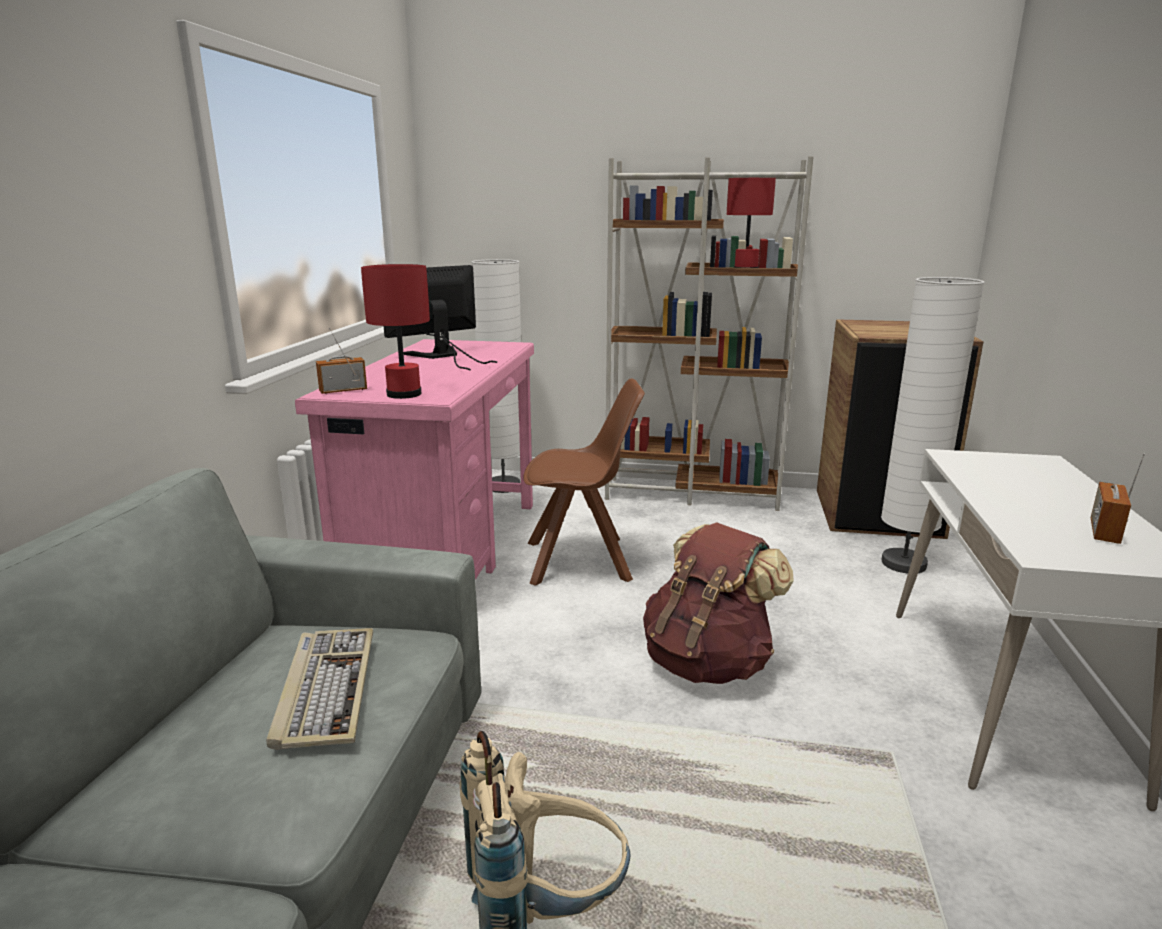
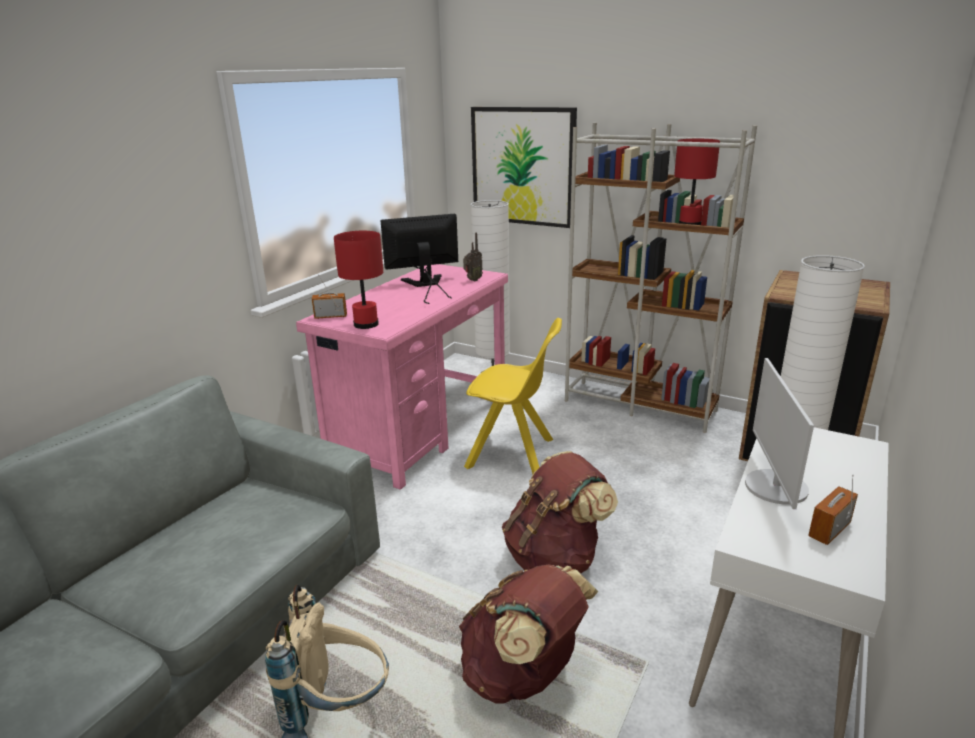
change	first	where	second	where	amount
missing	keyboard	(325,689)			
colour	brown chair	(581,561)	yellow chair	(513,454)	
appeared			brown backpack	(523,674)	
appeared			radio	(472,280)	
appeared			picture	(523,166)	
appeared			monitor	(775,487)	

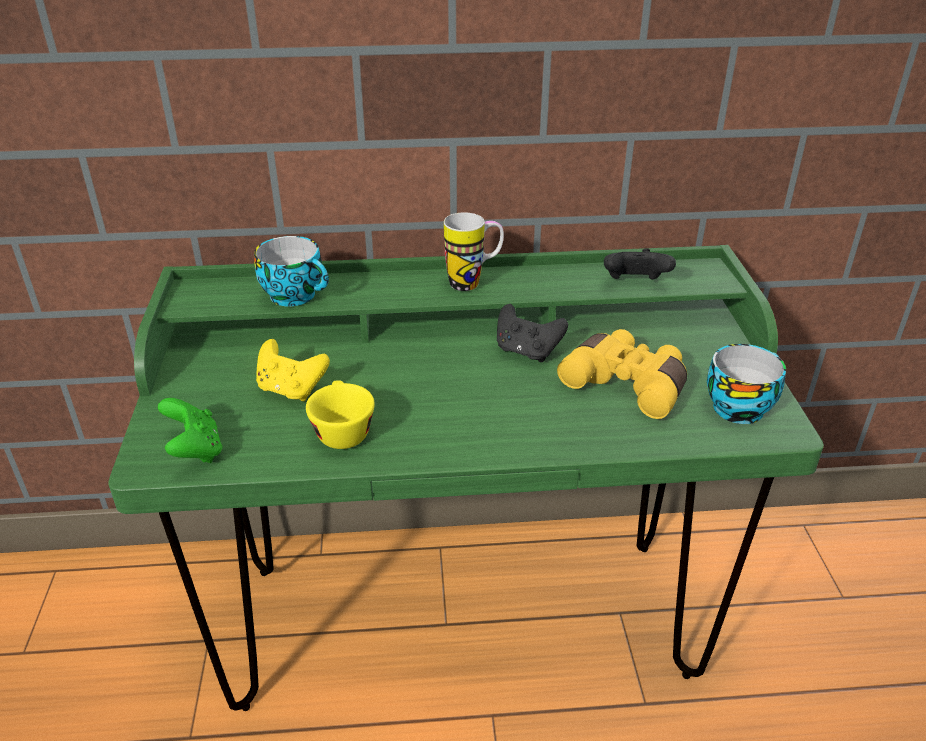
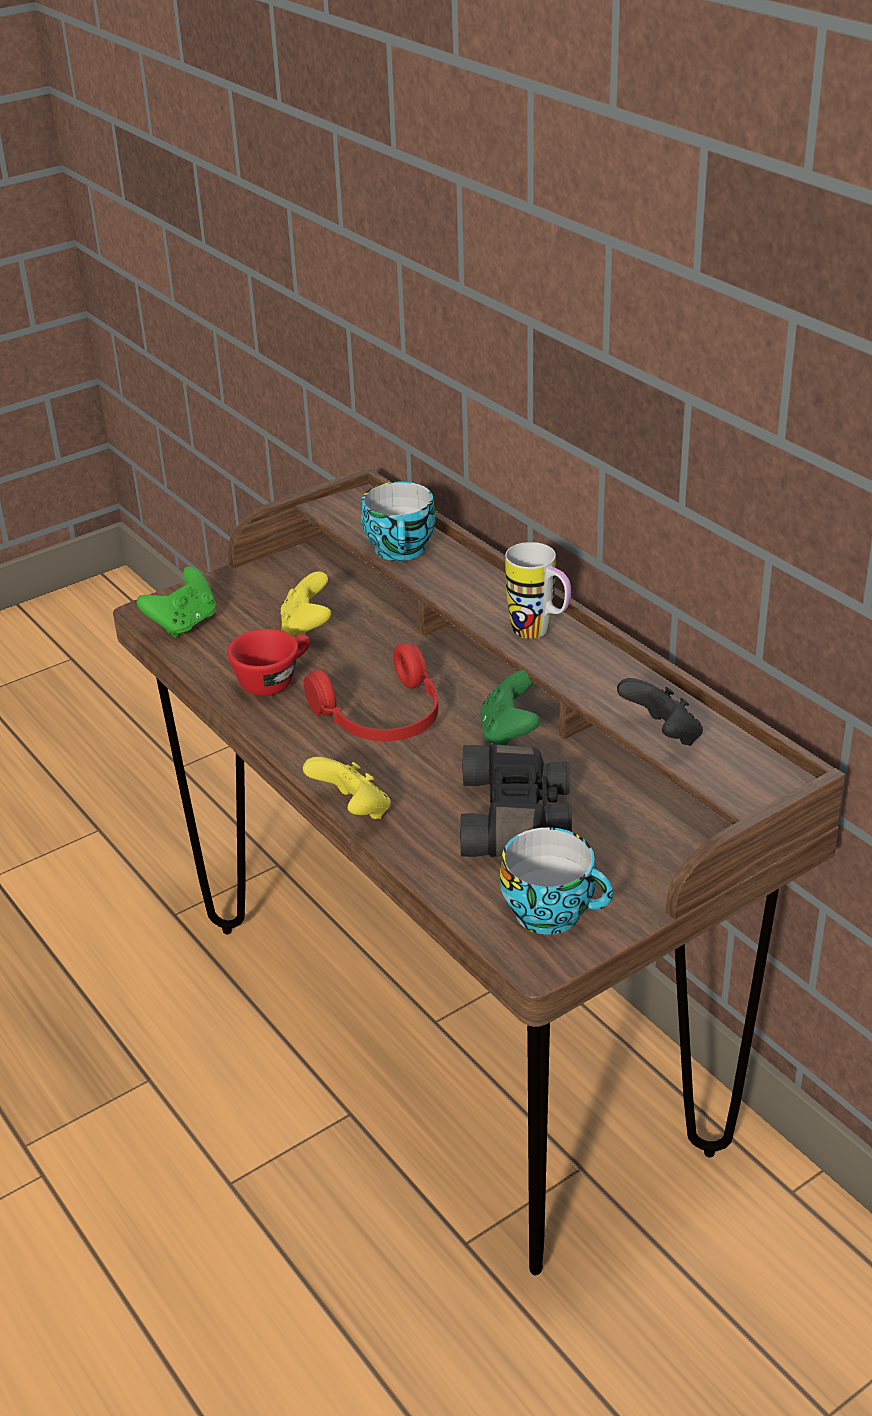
change	first	where	second	where	amount
colour	green desk	(462,619)	brown desk	(452,1031)	
colour	yellow cup	(341,430)	red cup	(274,680)	
colour	black game controller	(527,351)	green game controller	(509,733)	
colour	yellow binoculars	(628,384)	black binoculars	(517,819)	
appeared			yellow game controller	(353,811)	
appeared			red headphones	(383,718)	

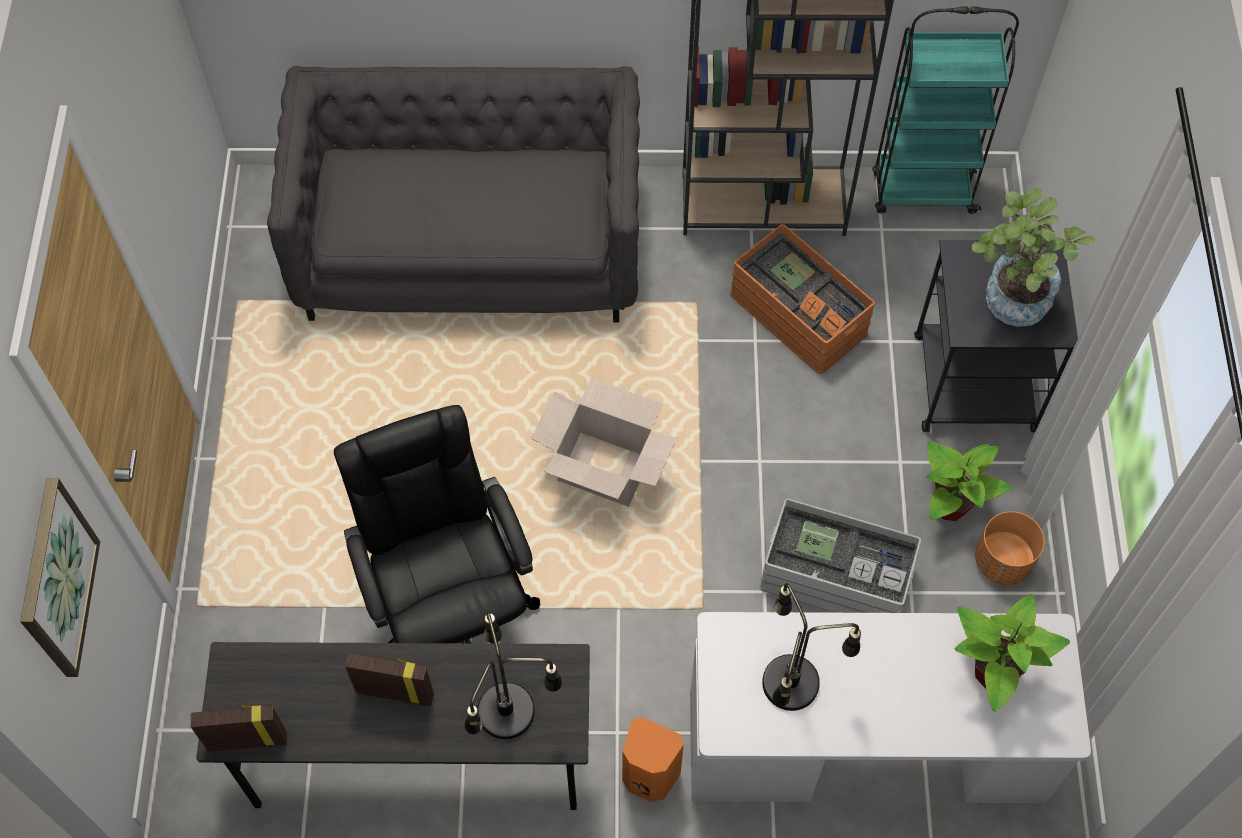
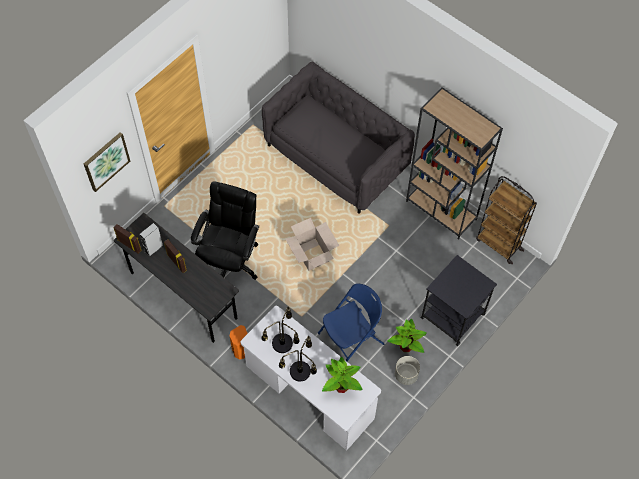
change	first	where	second	where	amount
relocated	table lamp	(507,712)		(300,372)	
missing	orange storage box	(799,313)			
exchanged	grey storage box	(837,575)	blue chair	(351,338)	
colour	turquoise cart	(922,193)	brown cart	(498,244)	
missing	potted plant	(1008,304)			
colour	orange planter	(1003,562)	grey planter	(406,375)	
appeared			grey speaker	(154,249)	

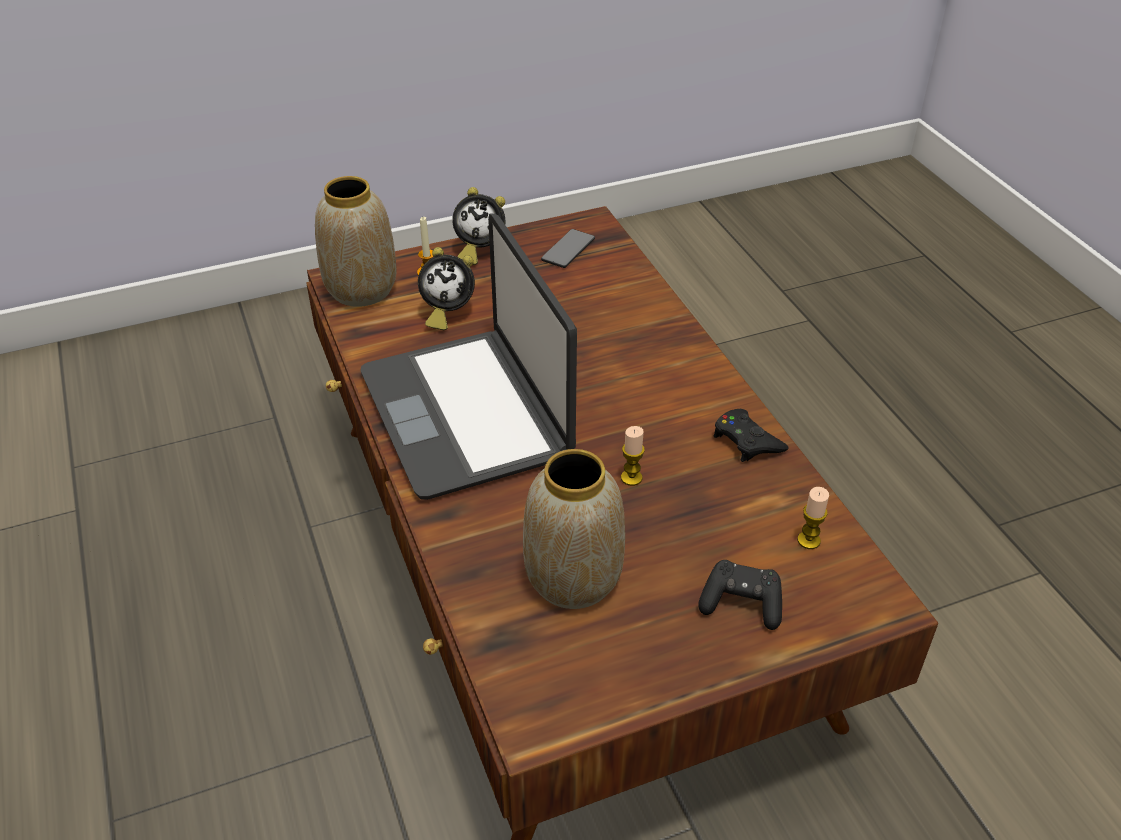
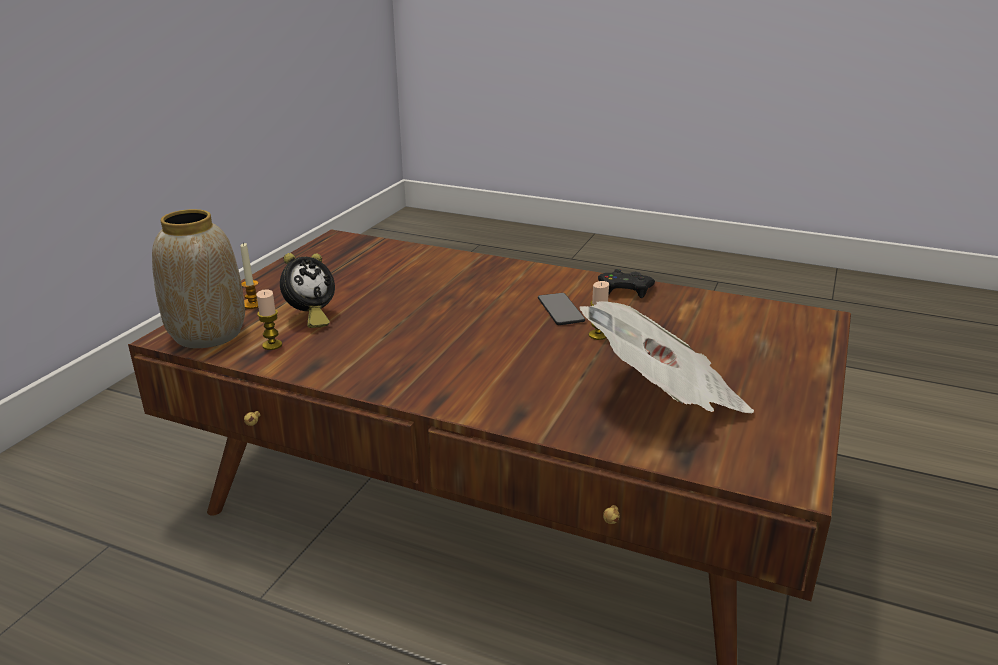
change	first	where	second	where	amount
missing	laptop	(467,413)			
missing	alarm clock	(478,250)			
exchanged	vase	(574,579)	newspaper	(663,397)	
relocated	phone	(568,249)		(560,310)	
missing	black game controller	(741,603)			
relocated	candle	(808,540)		(272,345)	

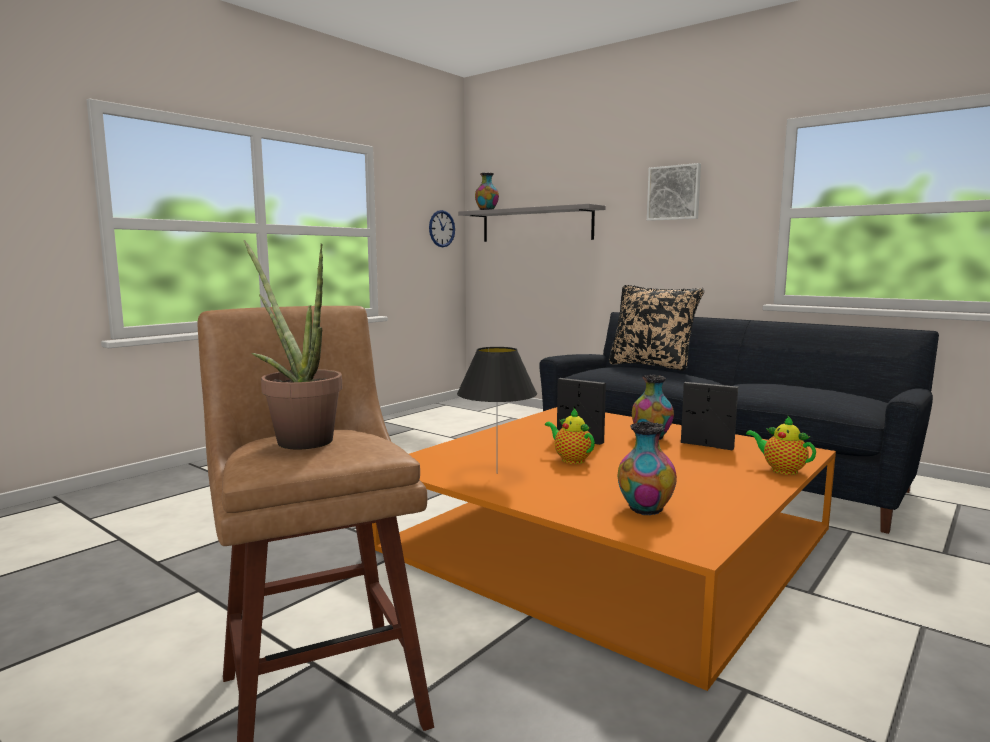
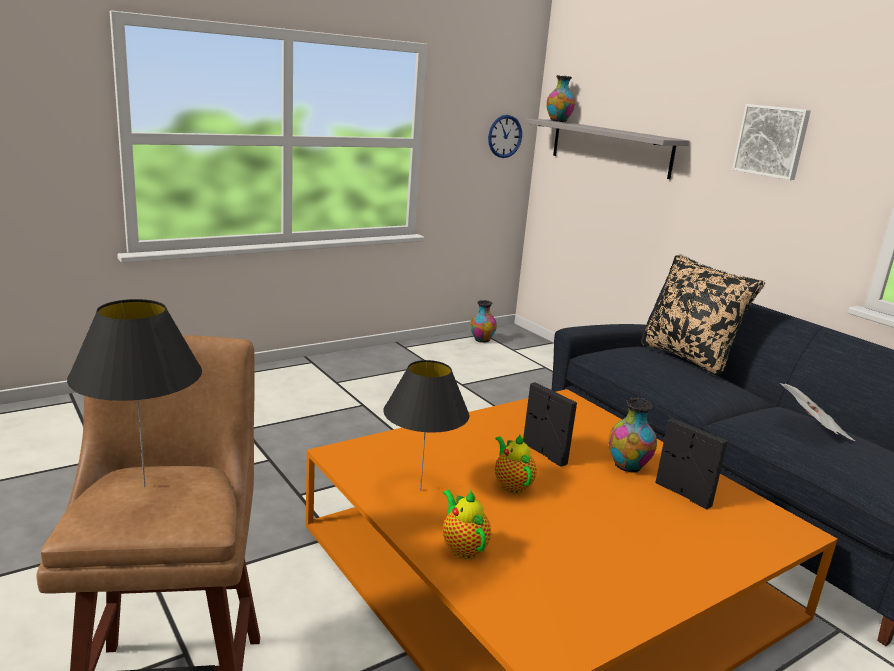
change	first	where	second	where	amount
exchanged	potted plant	(298,439)	black table lamp	(145,486)	
relocated	vase	(645,509)		(481,340)	
relocated	teapot	(781,470)		(463,547)	
appeared			newspaper	(812,429)	

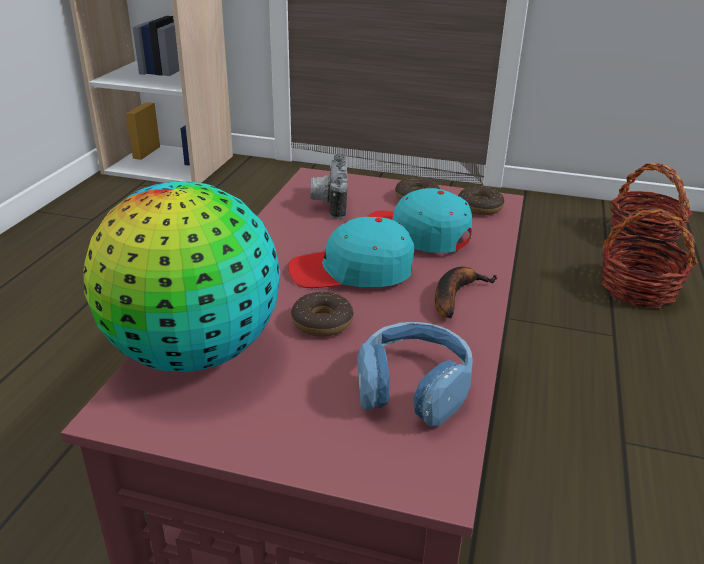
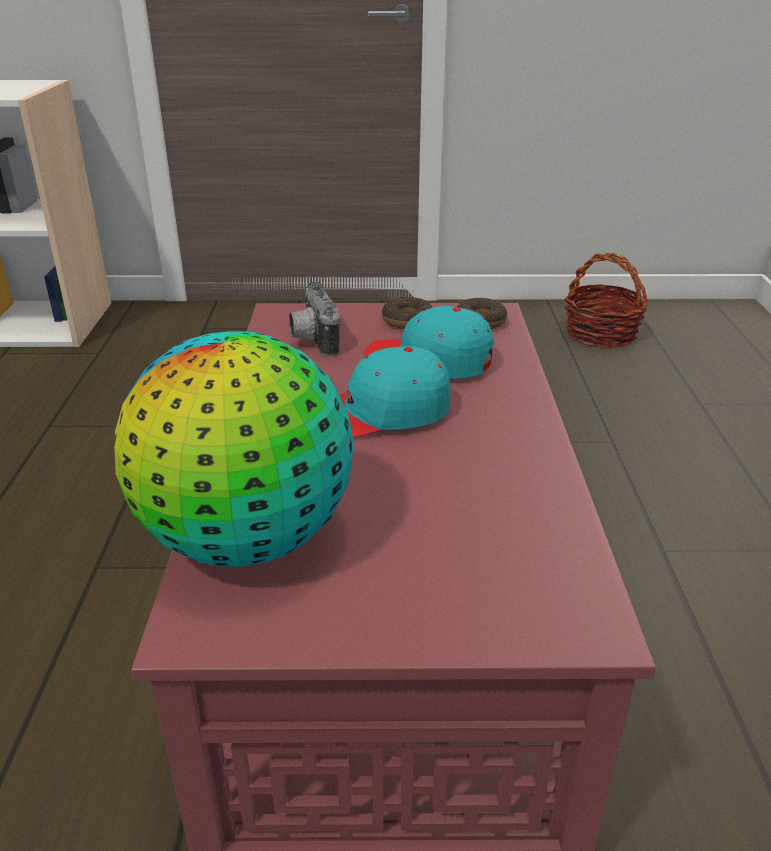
change	first	where	second	where	amount
missing	donut	(322,322)			
missing	blue headphones	(413,386)			
missing	banana	(455,295)			
missing	basket	(637,289)			

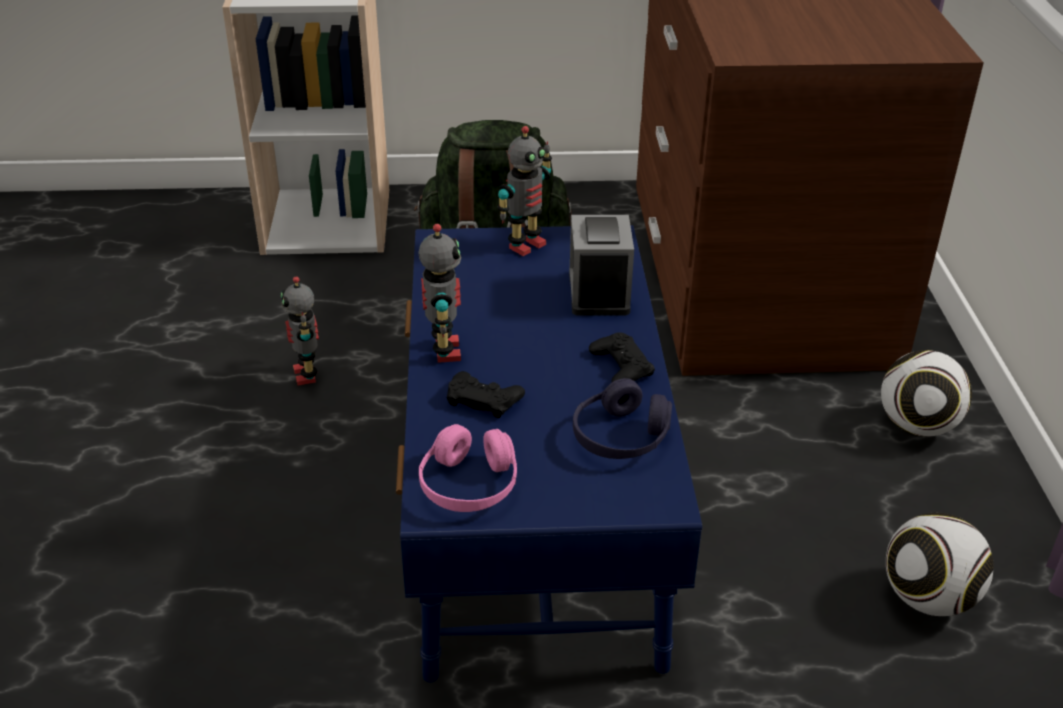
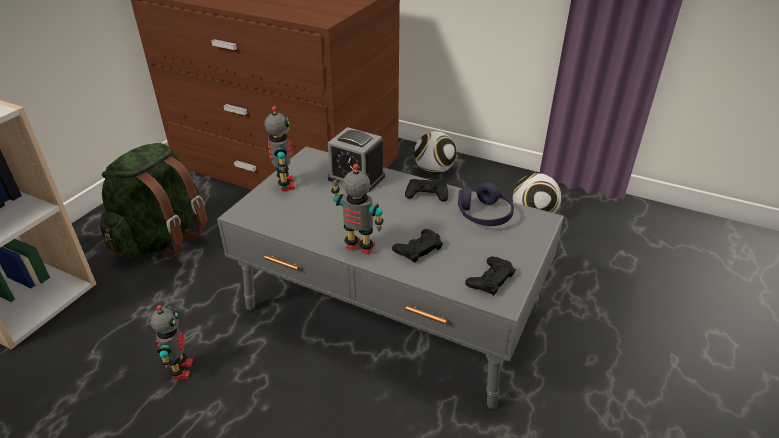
change	first	where	second	where	amount
spun	toy robot	(307,374)		(181,370)	105 degrees counterclockwise
colour	blue coffee table	(534,506)	grey coffee table	(392,310)	
exchanged	pink headphones	(469,485)	black game controller	(490,279)	

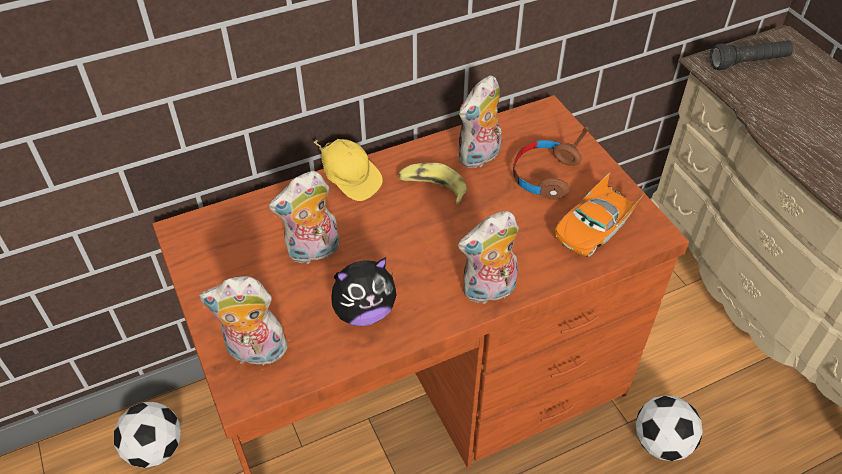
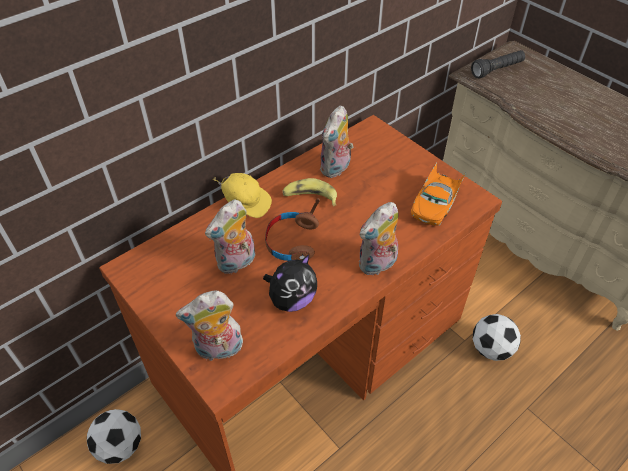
change	first	where	second	where	amount
relocated	brown headphones	(544,175)		(291,242)	

